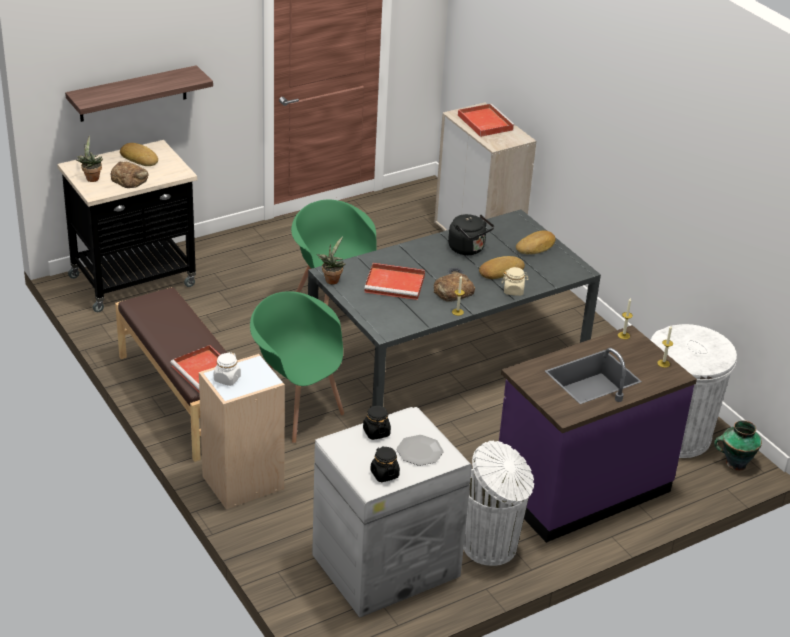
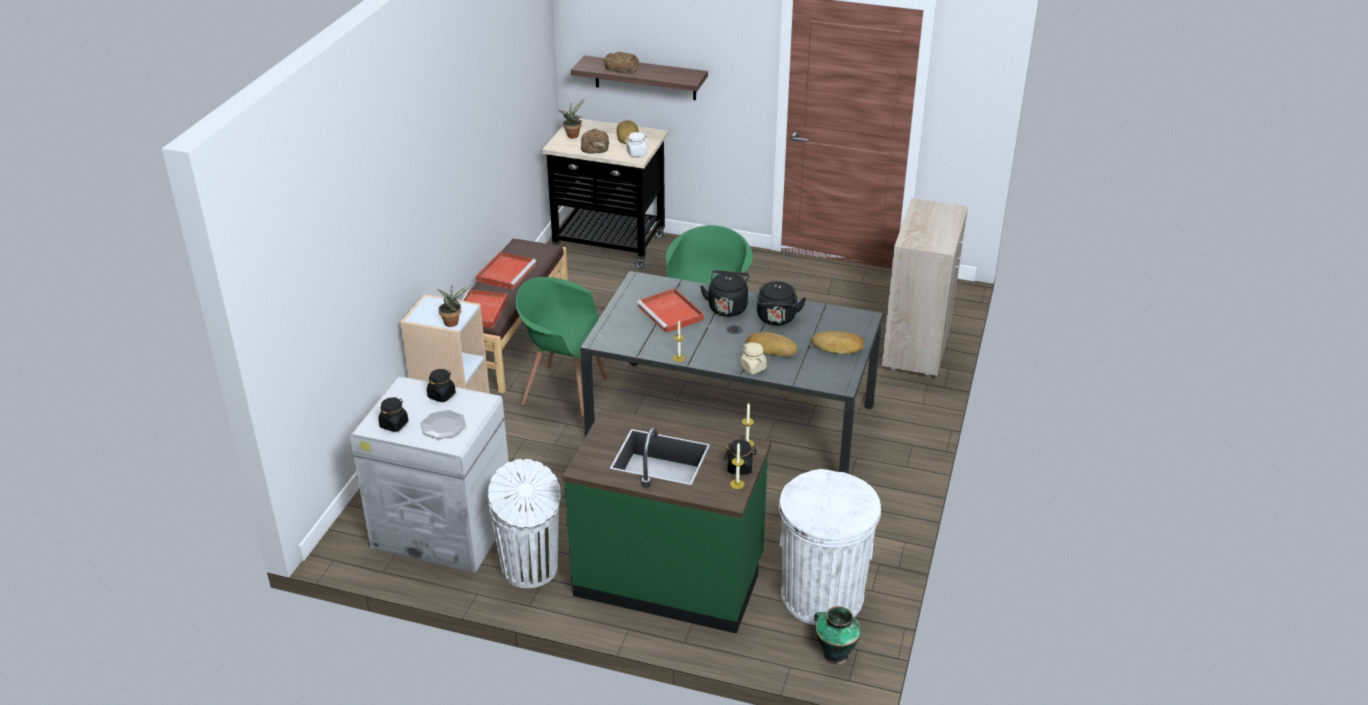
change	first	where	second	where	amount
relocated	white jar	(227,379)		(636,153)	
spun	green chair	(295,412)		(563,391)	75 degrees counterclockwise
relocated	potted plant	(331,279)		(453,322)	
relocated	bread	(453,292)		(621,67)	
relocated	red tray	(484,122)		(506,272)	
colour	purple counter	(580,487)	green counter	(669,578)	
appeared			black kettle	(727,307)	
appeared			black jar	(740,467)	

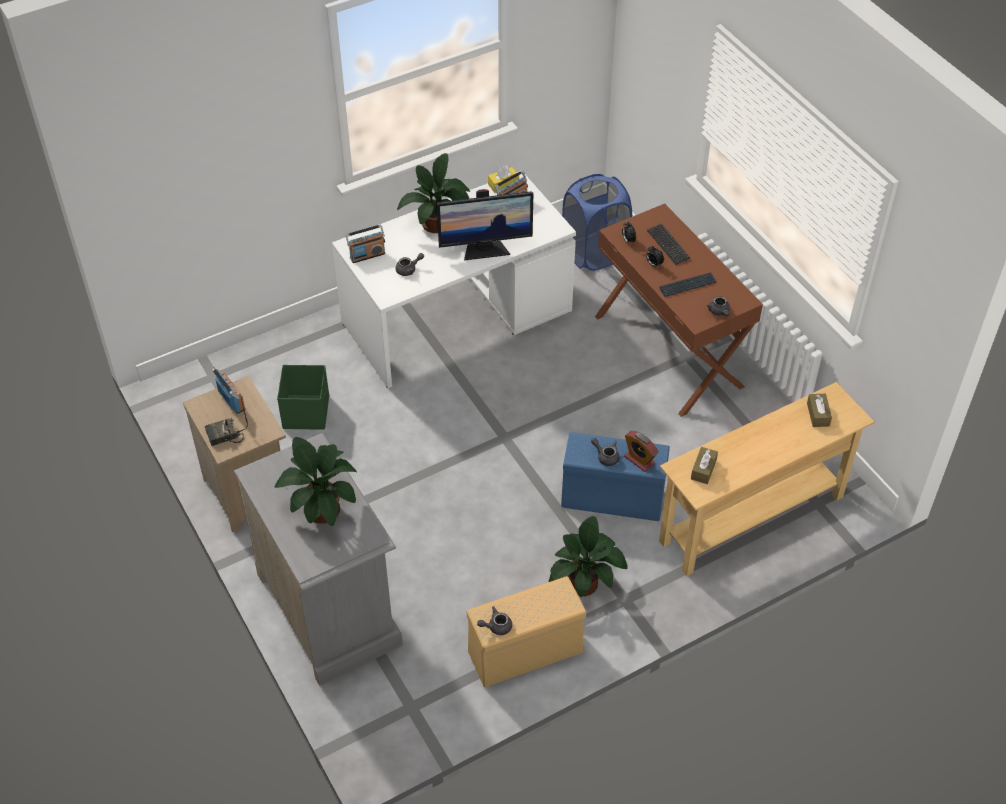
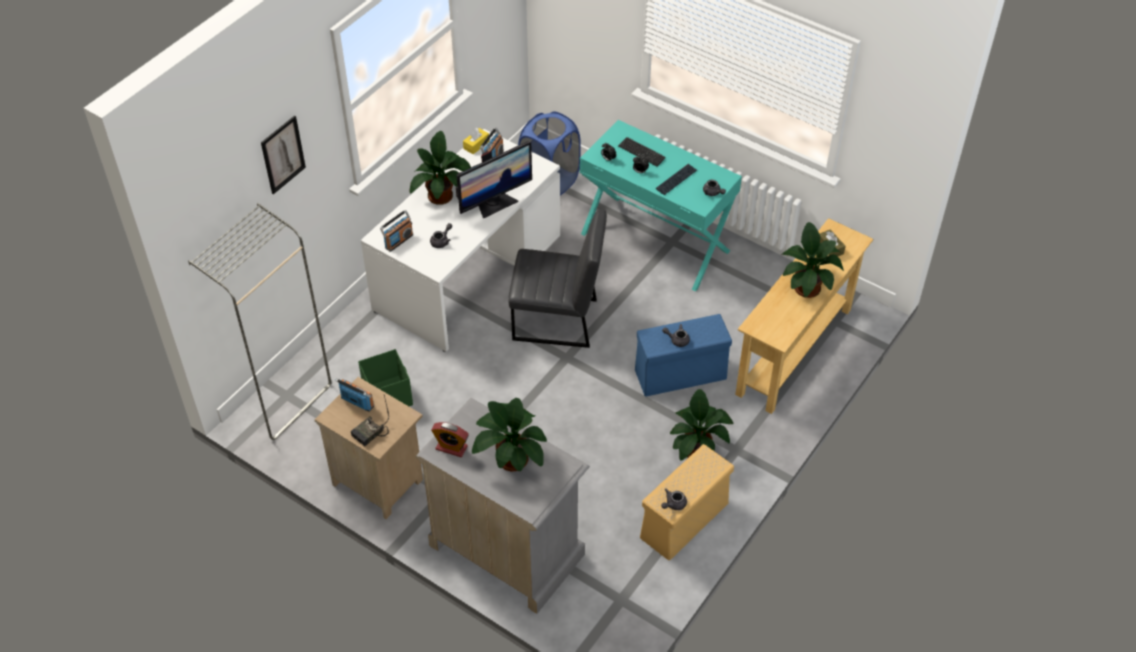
change	first	where	second	where	amount
colour	brown desk	(669,350)	turquoise desk	(655,242)	
relocated	alarm clock	(639,460)		(451,447)	
missing	brown tissue box	(703,469)			
appeared			grey clothes rack	(285,401)	
appeared			picture	(283,154)	
appeared			grey chair	(558,320)	
appeared			potted plant	(807,285)	

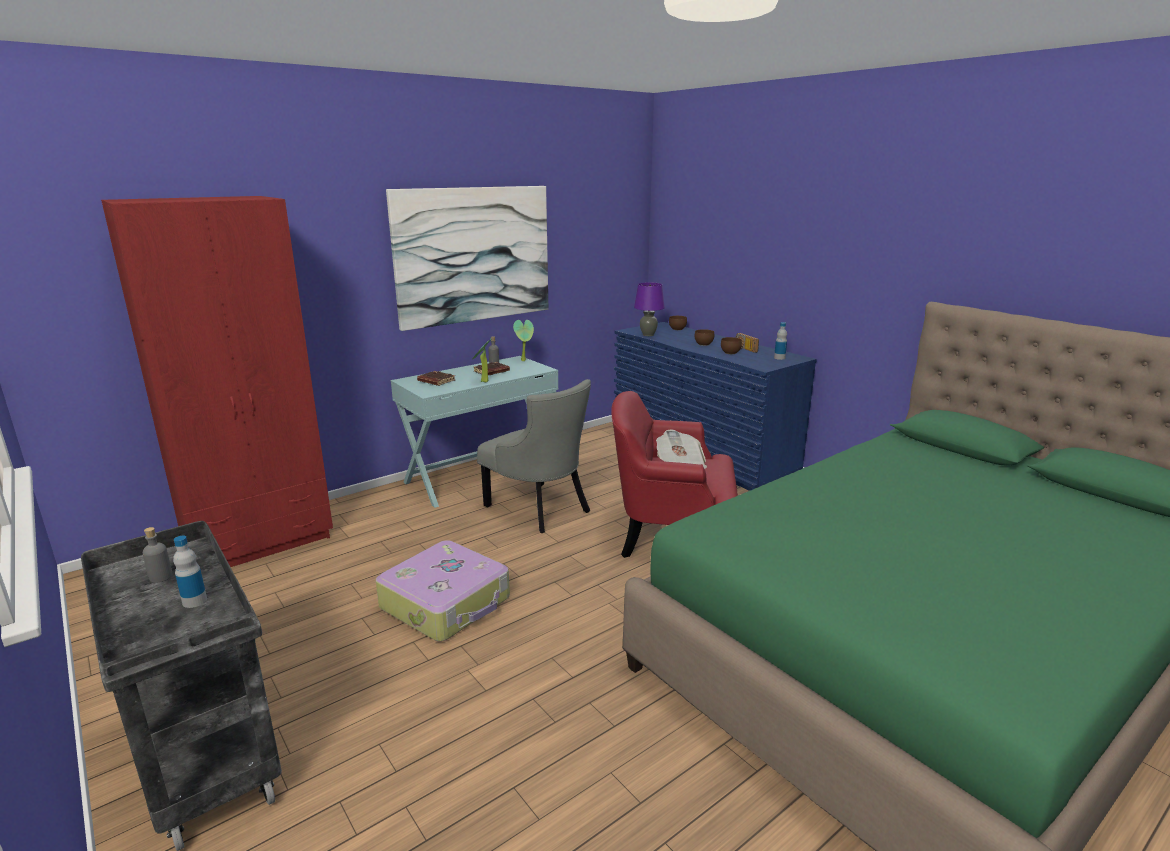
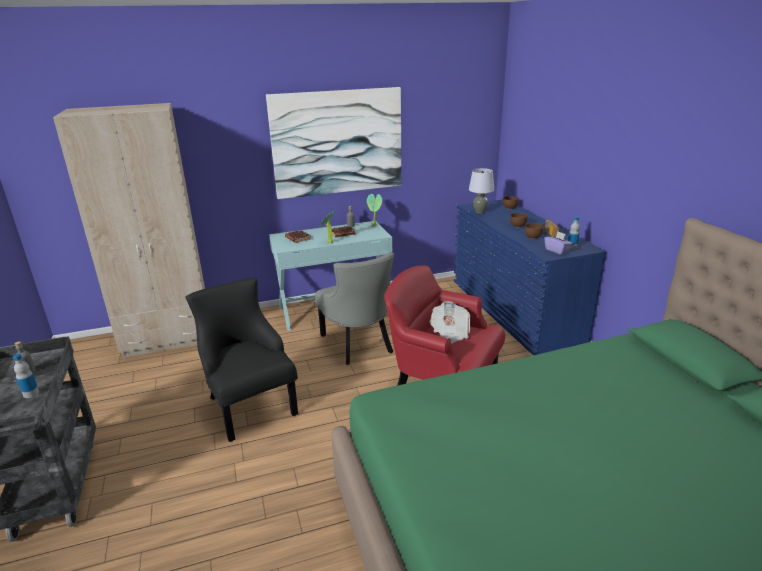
change	first	where	second	where	amount
colour	red wardrobe	(261,541)	beige wardrobe	(169,338)	
exchanged	suitcase	(447,603)	black chair	(251,408)	
colour	purple table lamp	(648,335)	grey table lamp	(479,212)	
appeared			purple tissue box	(557,251)	

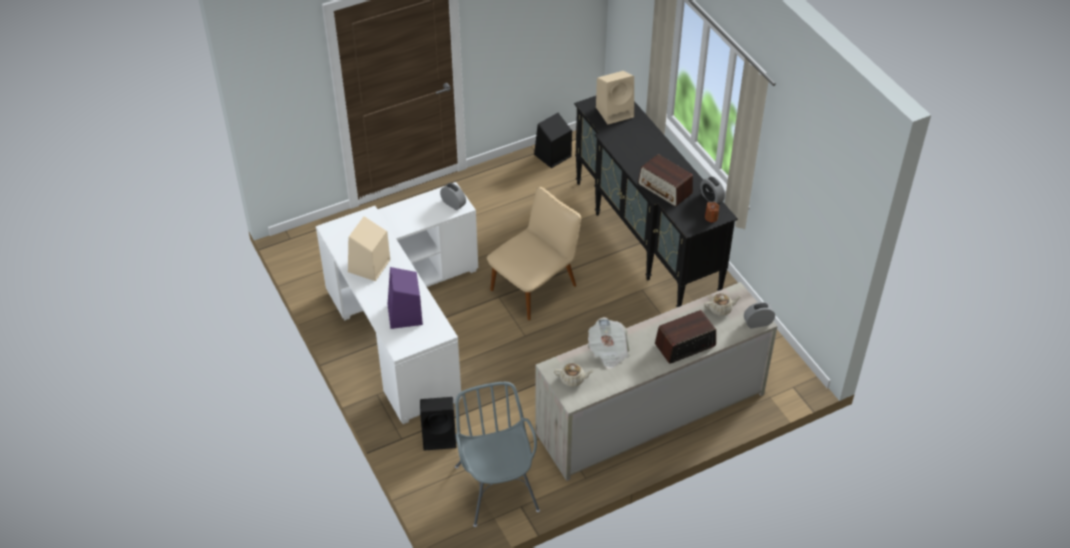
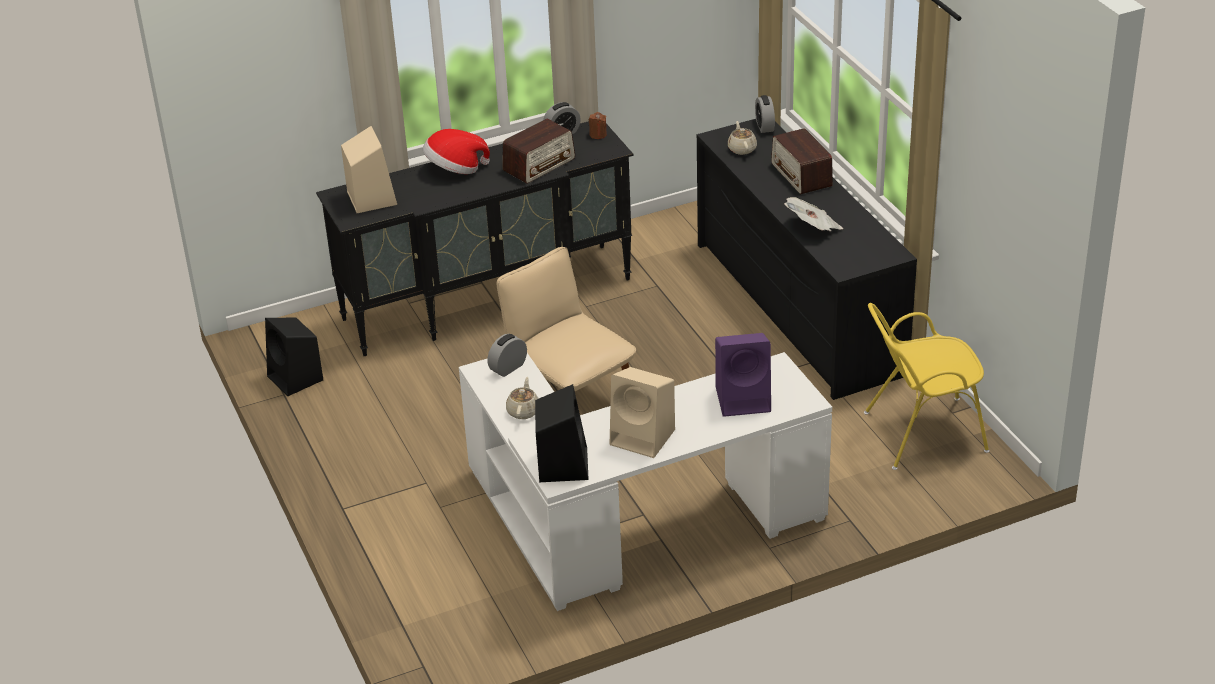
change	first	where	second	where	amount
relocated	black speaker	(440,436)		(562,463)	
colour	grey chair	(496,484)	yellow chair	(920,433)	
colour	white dresser	(651,414)	black dresser	(799,307)	
relocated	beige teapot	(572,379)		(523,411)	
appeared			hat	(455,169)	

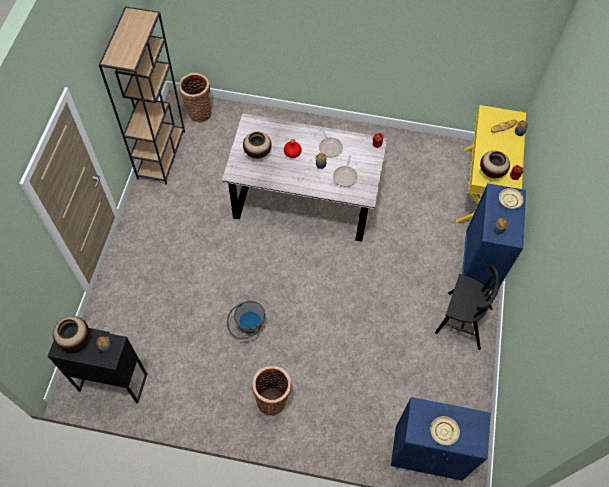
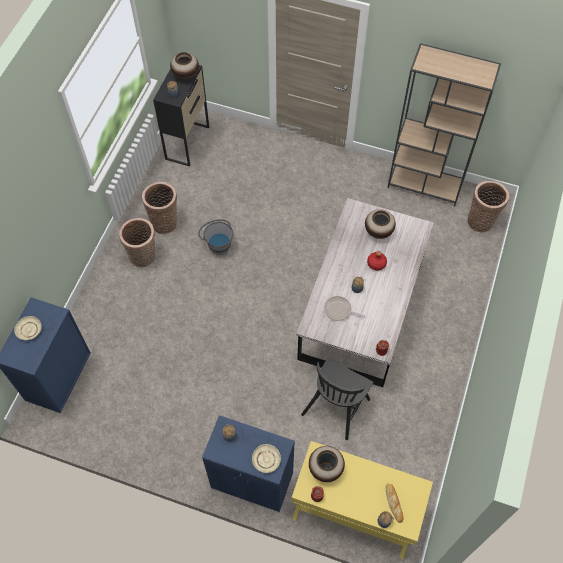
change	first	where	second	where	amount
missing	frying pan	(330,147)			
relocated	black chair	(460,319)		(337,403)	
appeared			basket	(165,221)	

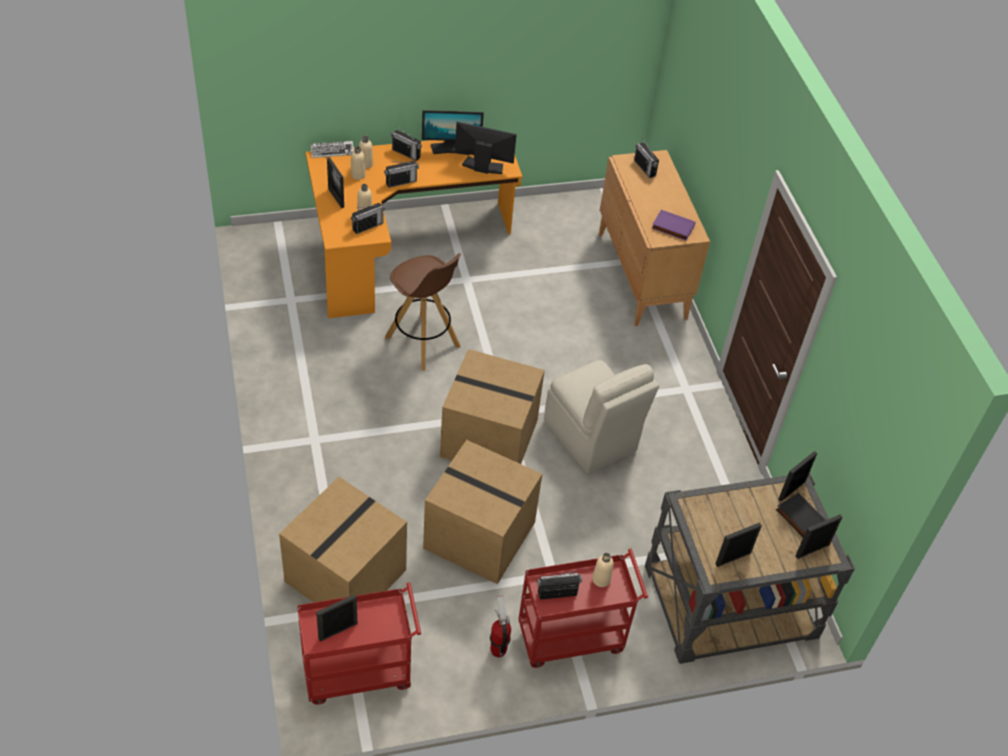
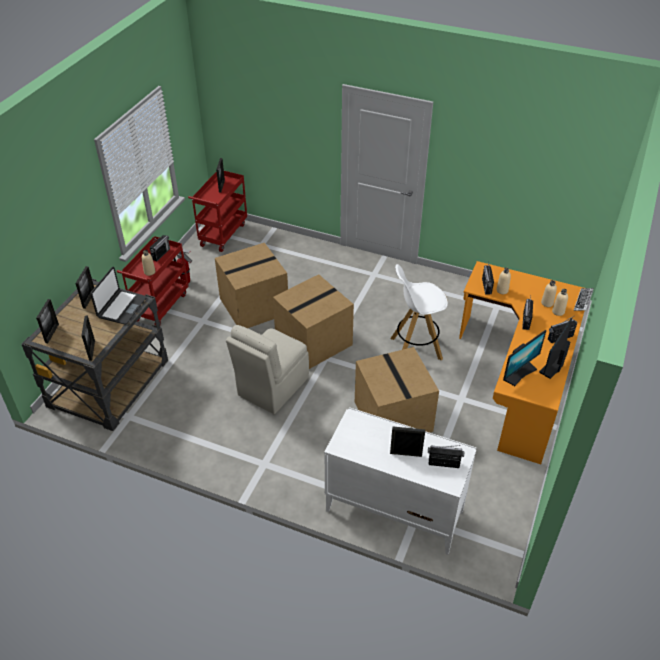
change	first	where	second	where	amount
relocated	cardboard box	(345,574)		(394,417)	
relocated	picture frame	(336,198)		(405,454)	
colour	brown stool	(423,342)	white stool	(415,348)	
spun	beige chair	(591,437)		(272,387)	60 degrees counterclockwise
colour	brown cabinet	(641,276)	white cabinet	(394,511)	
missing	purple book	(672,227)			
missing	black book	(800,518)			
appeared			laptop	(121,307)	

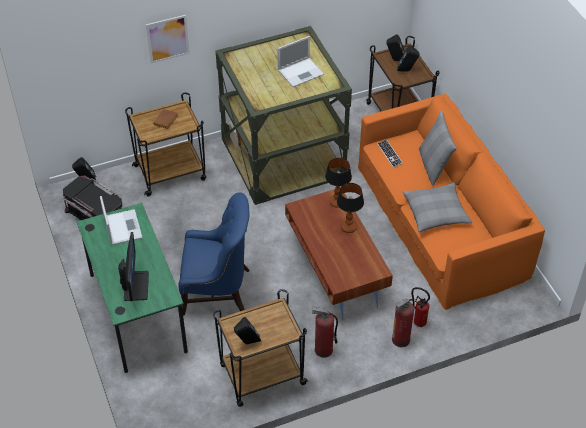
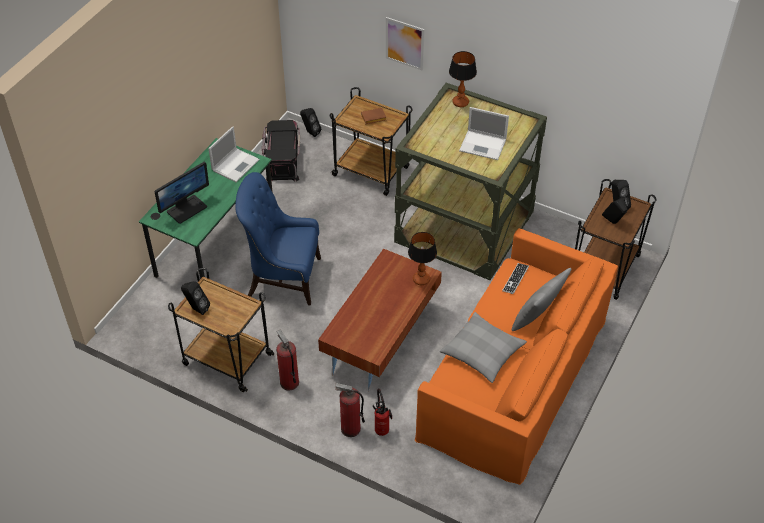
change	first	where	second	where	amount
spun	blue chair	(217,290)		(283,278)	135 degrees clockwise
relocated	table lamp	(349,227)		(461,102)	

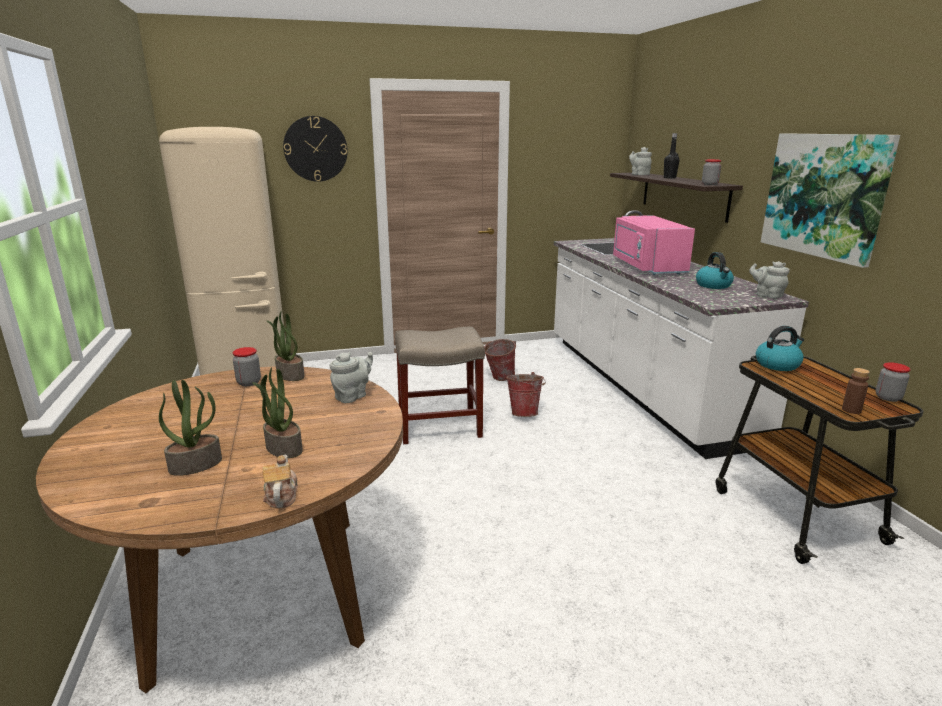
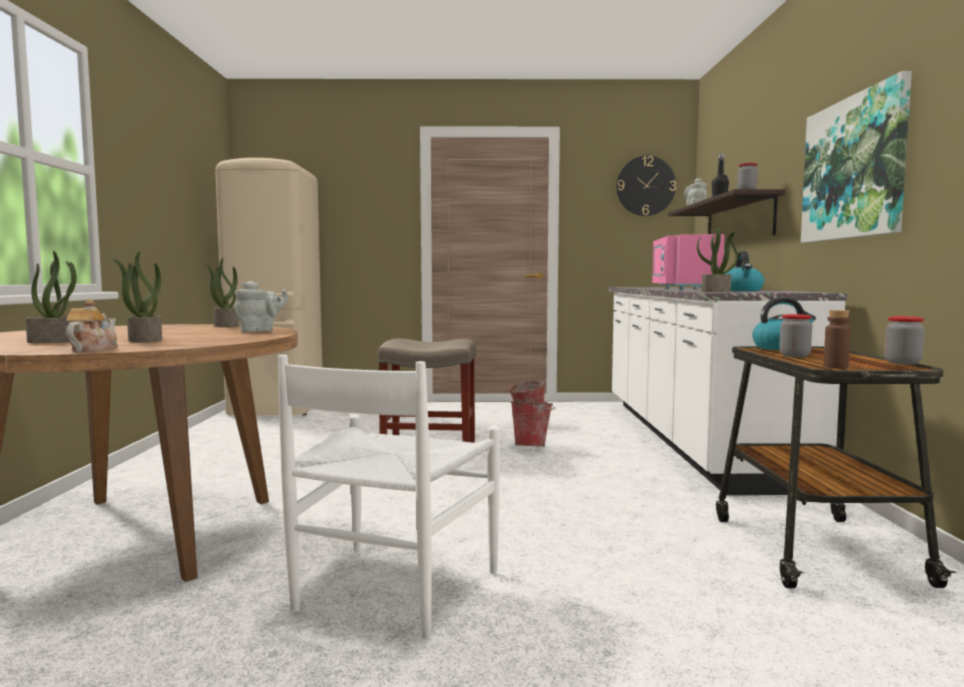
change	first	where	second	where	amount
relocated	jar	(249,382)		(794,356)	
relocated	wall clock	(315,149)		(645,186)	
missing	grey teapot	(767,295)			
appeared			white chair	(392,590)	
appeared			potted plant	(716,291)	

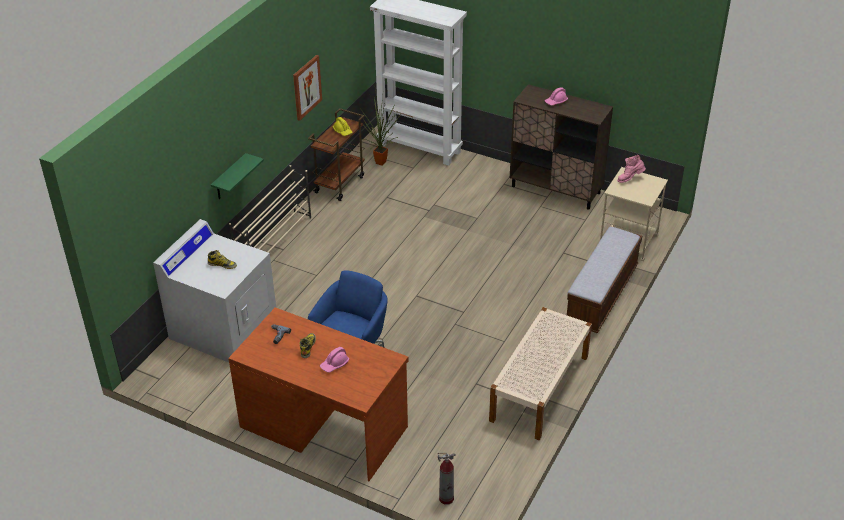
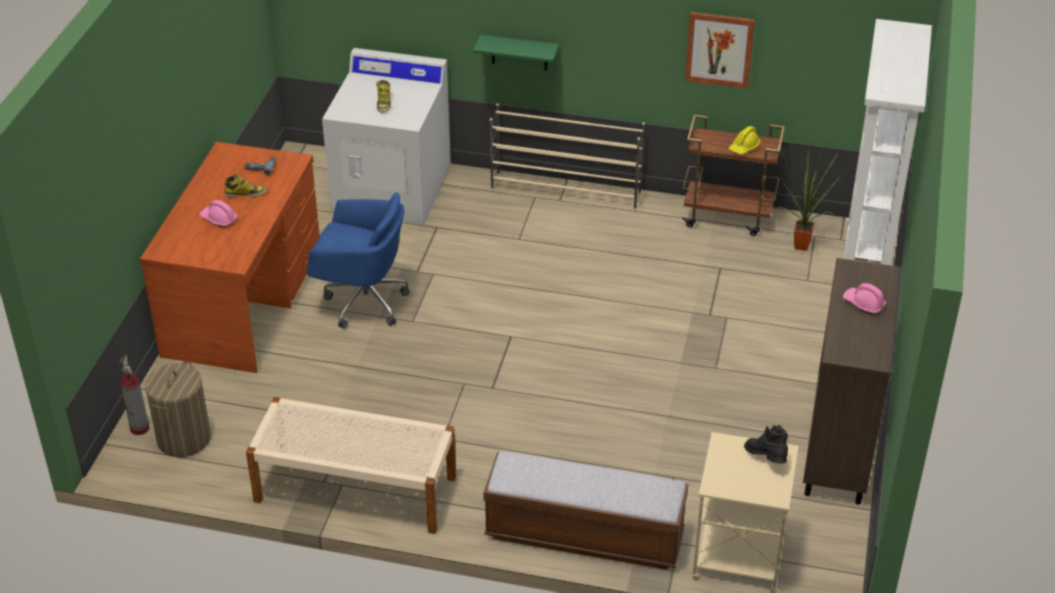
change	first	where	second	where	amount
colour	pink boot	(630,179)	black boot	(766,459)	
appeared			laundry basket	(184,438)	

